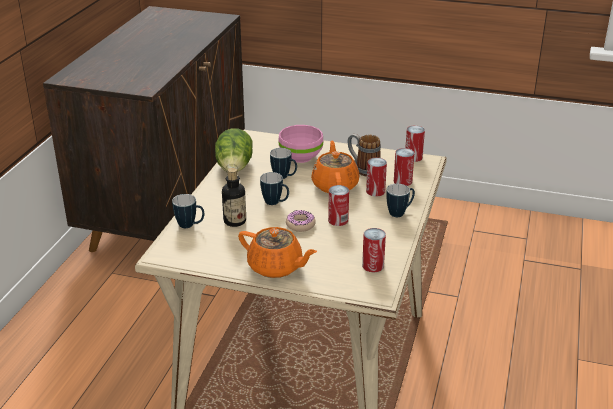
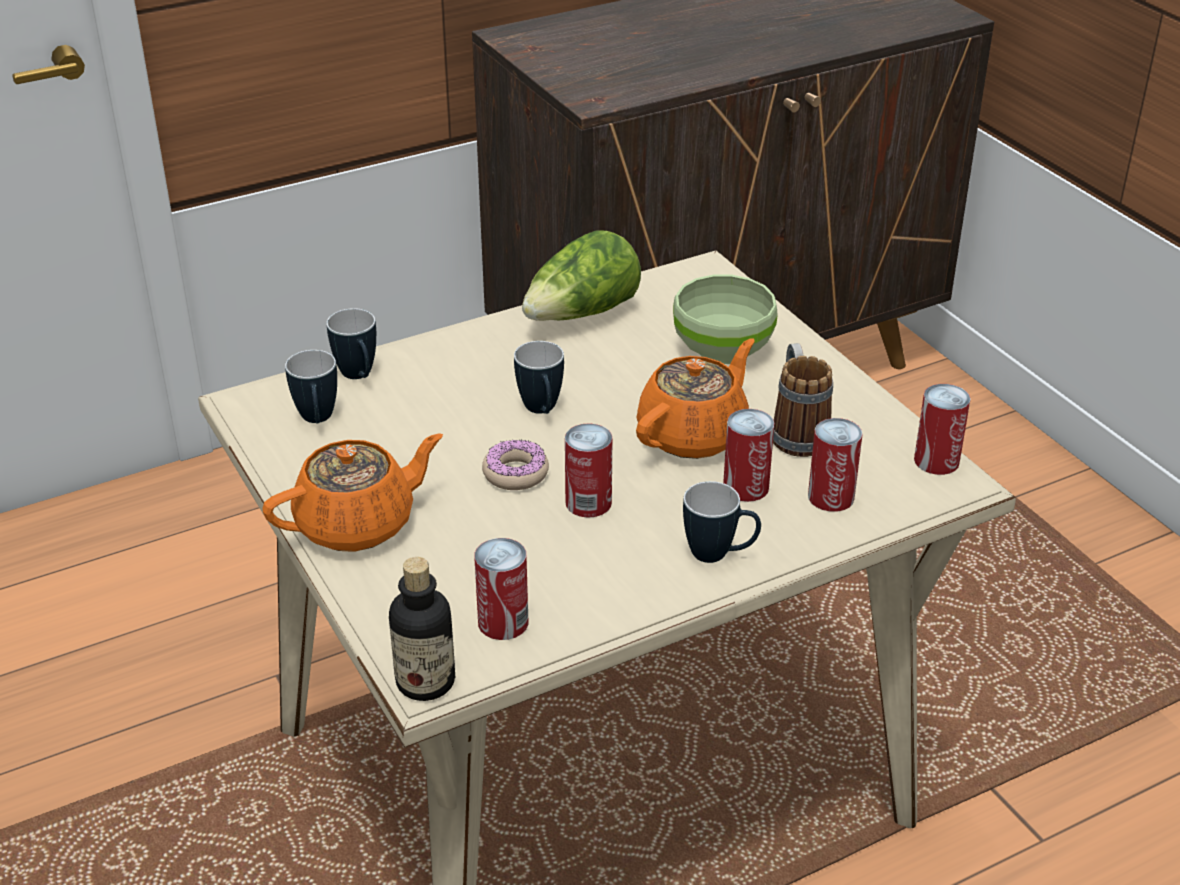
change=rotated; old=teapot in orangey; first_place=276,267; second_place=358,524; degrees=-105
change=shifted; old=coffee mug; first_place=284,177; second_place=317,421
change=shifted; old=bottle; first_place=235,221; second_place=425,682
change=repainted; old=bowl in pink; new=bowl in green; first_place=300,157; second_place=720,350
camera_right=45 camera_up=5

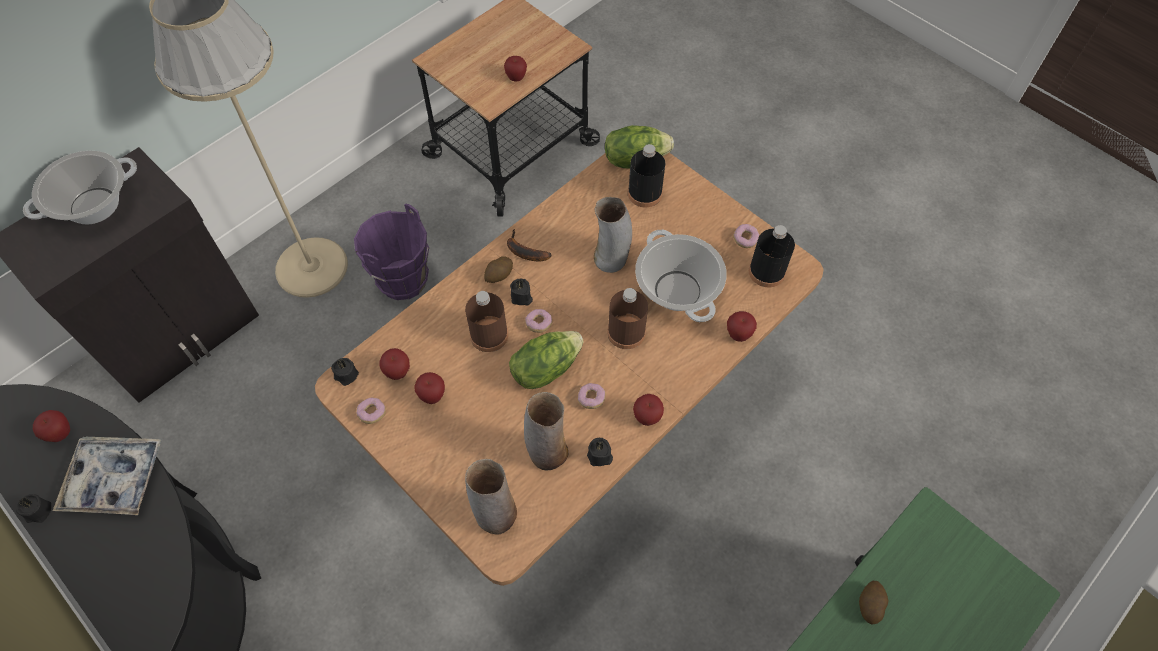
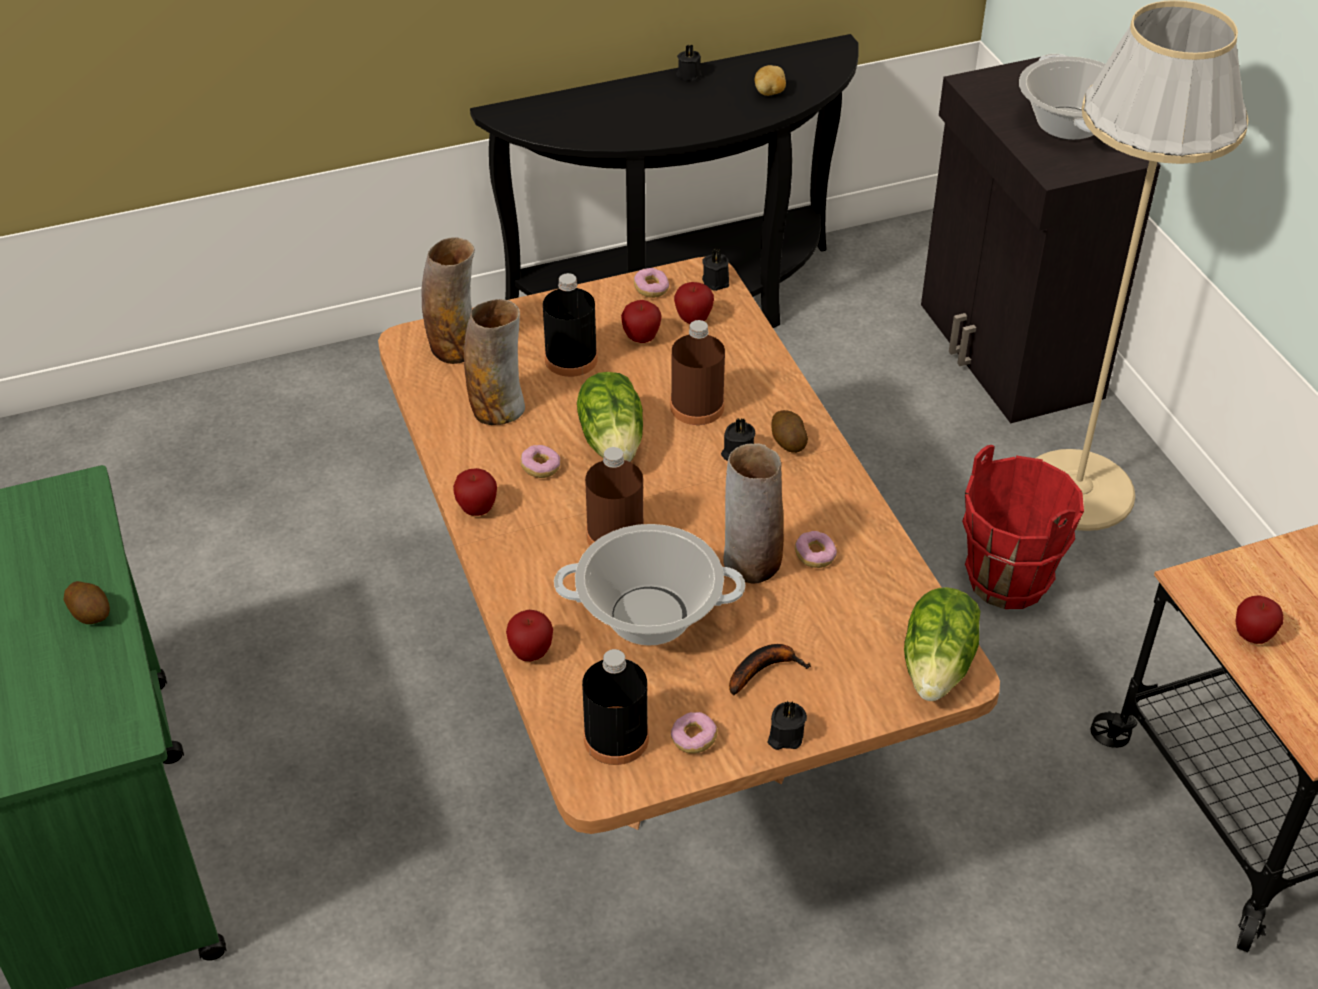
change=shifted; old=bottle in blackish; first_place=644,193; second_place=571,359
change=shifted; old=whole banana; first_place=524,251; second_place=764,669
change=swapped; old=apple; new=whole potato; first_place=61,434; second_place=770,93
change=shifted; old=wax light in blackish; first_place=600,457; second_place=784,736
change=shifted; old=donut; first_place=539,324; second_place=815,556
change=repainted; old=water bucket in purplish; new=water bucket in reddish; first_place=402,281; second_place=1008,580
change=gone; old=serving tray; first_place=114,479
camera_right=115 camera_up=-15

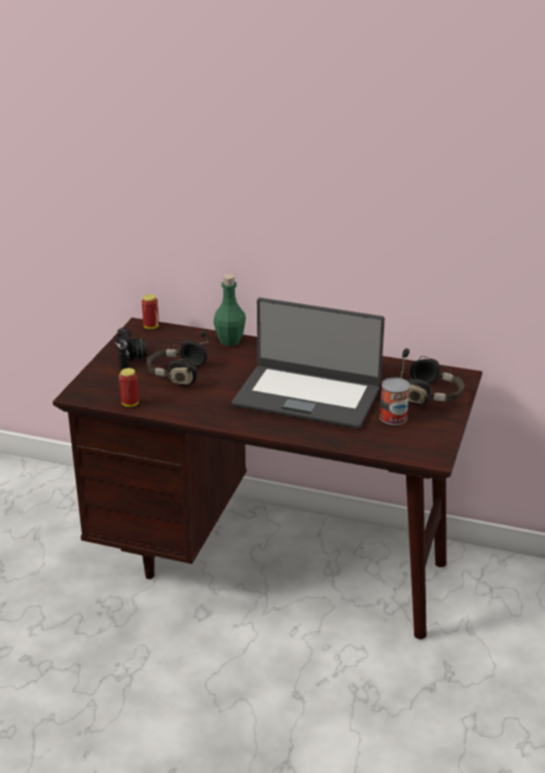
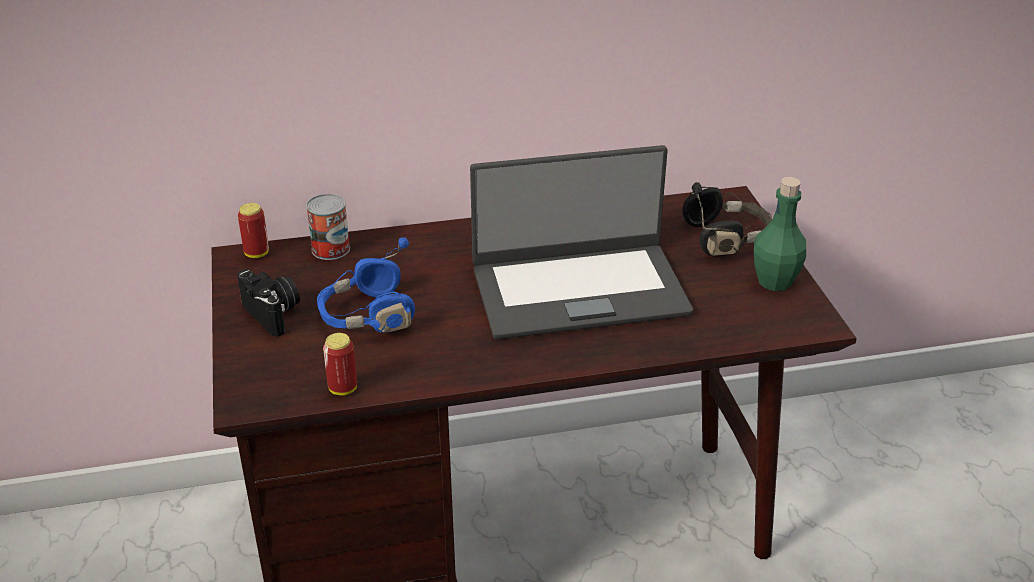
change=shifted; old=can; first_place=393,417; second_place=331,249
change=repainted; old=headset in blackish; new=headset in bluish; first_place=177,374; second_place=367,316
change=shifted; old=bottle in green; first_place=230,341; second_place=774,281
camera_right=-30 camera_up=5

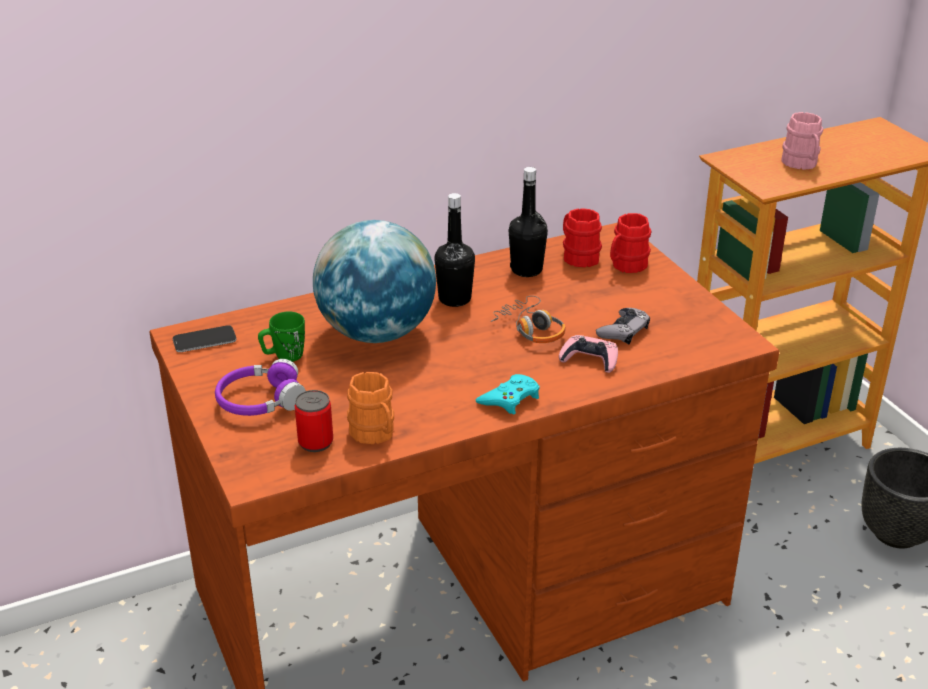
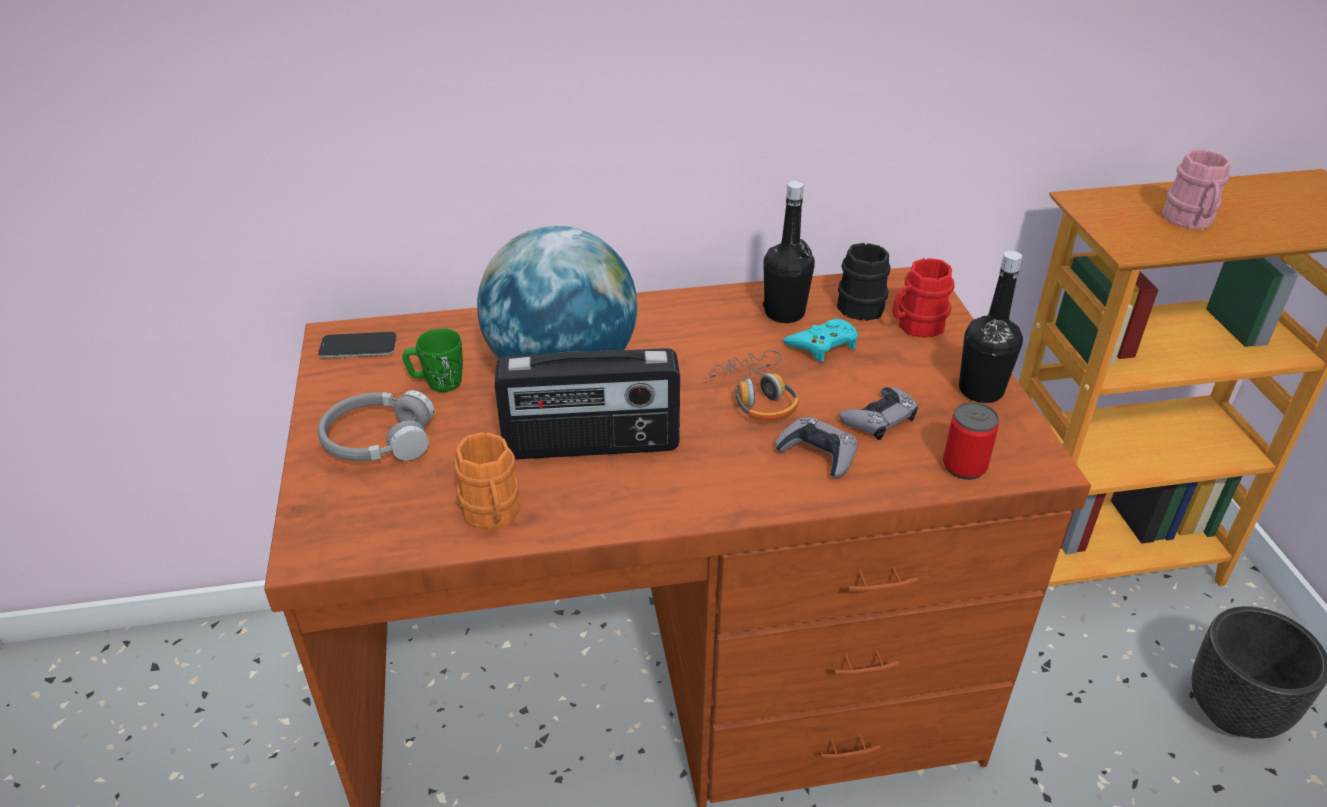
change=repainted; old=headset in purplish; new=headset in gray; first_place=260,401; second_place=378,440
change=new; new=radio set; second_place=591,445
change=repainted; old=gamepad in pink; new=gamepad in gray; first_place=589,359; second_place=818,453
change=shifted; old=gamepad in blue-green; first_place=510,399; second_place=823,345
change=repainted; old=coffee mug in reddish; new=coffee mug in blackish; first_place=577,256; second_place=857,303
change=shifted; old=can; first_place=315,442; second_place=964,466
change=shifted; old=bottle in blackish; first_place=454,299; second_place=980,390
camera_right=15 camera_up=5

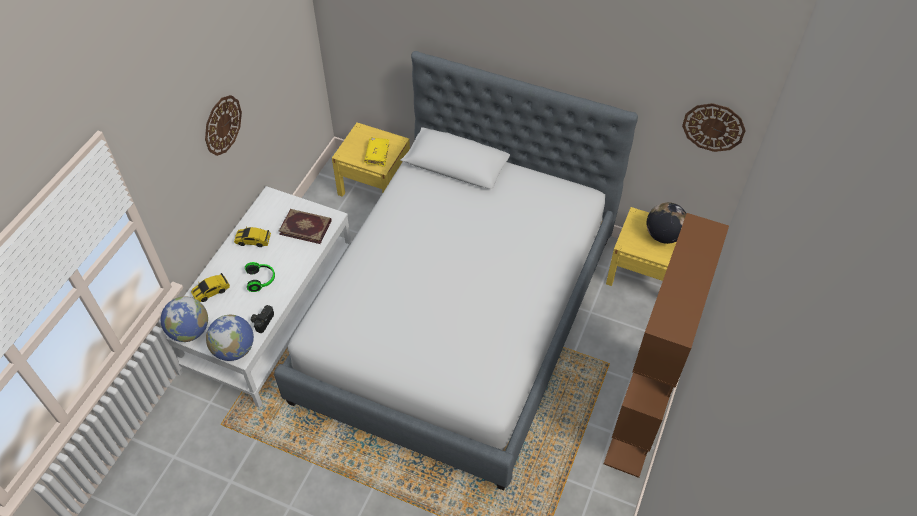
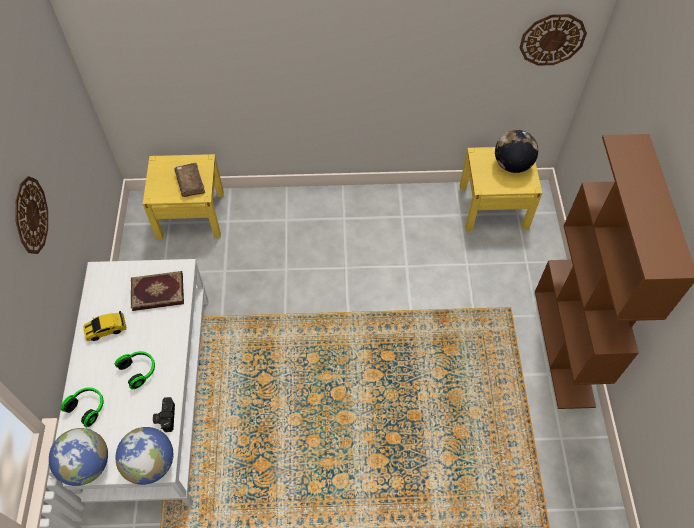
change=swapped; old=model car; new=headset; first_place=211,291; second_place=88,407
change=repainted; old=book in yellow-coloured; new=book in brownish; first_place=377,154; second_place=190,183
change=gone; old=bed; first_place=458,317
camera_right=-25 camera_up=5

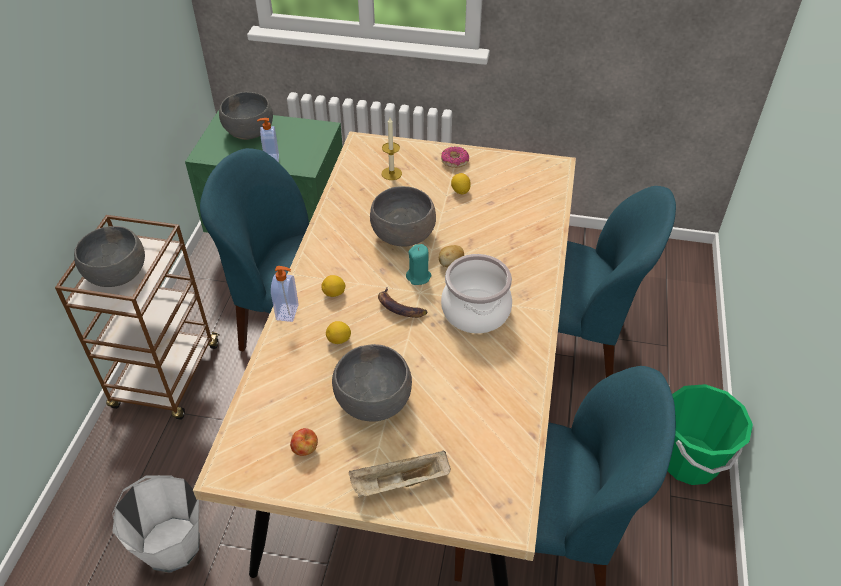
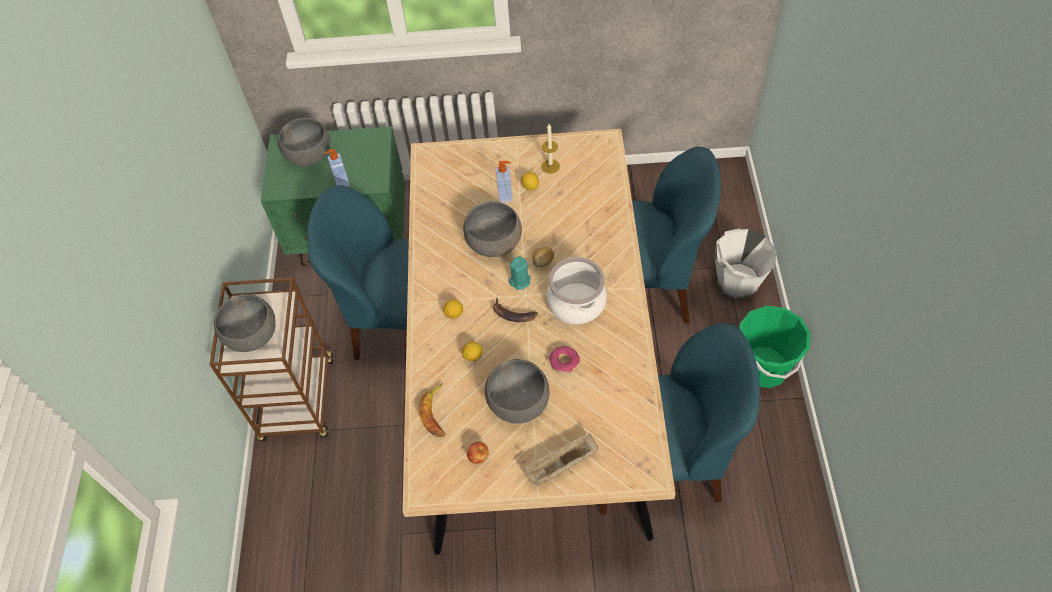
change=new; new=whole banana; second_place=436,413
change=shifted; old=soap bottle; first_place=288,312; second_place=506,195
change=shifted; old=wax light; first_place=391,173; second_place=550,166
change=shifted; old=donut; first_place=454,161; second_place=564,362
change=shifted; old=water bucket in white-coloured; first_place=171,545; second_place=737,281
camera_right=-10 camera_up=10

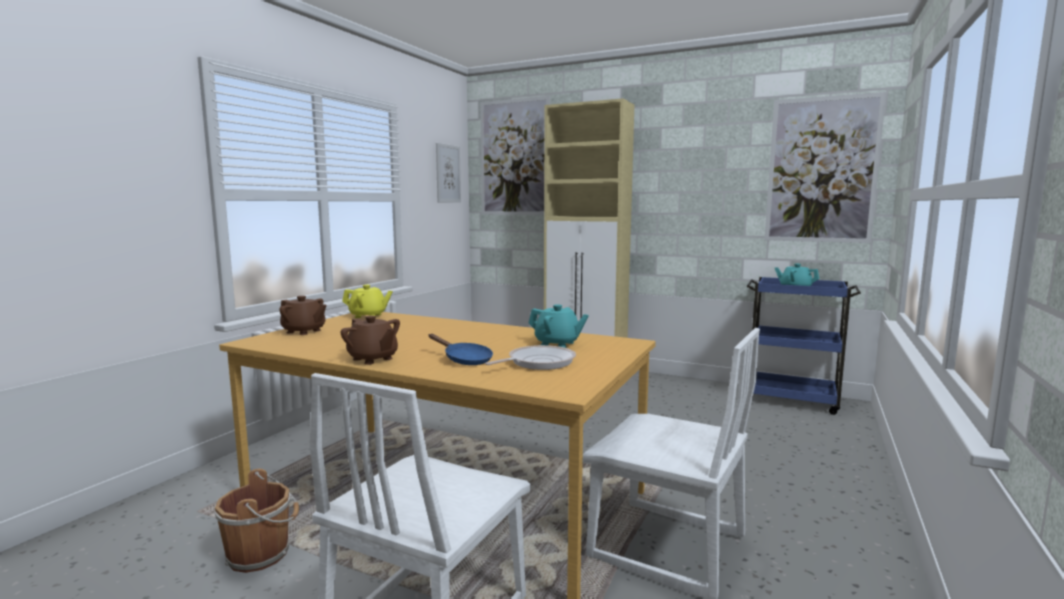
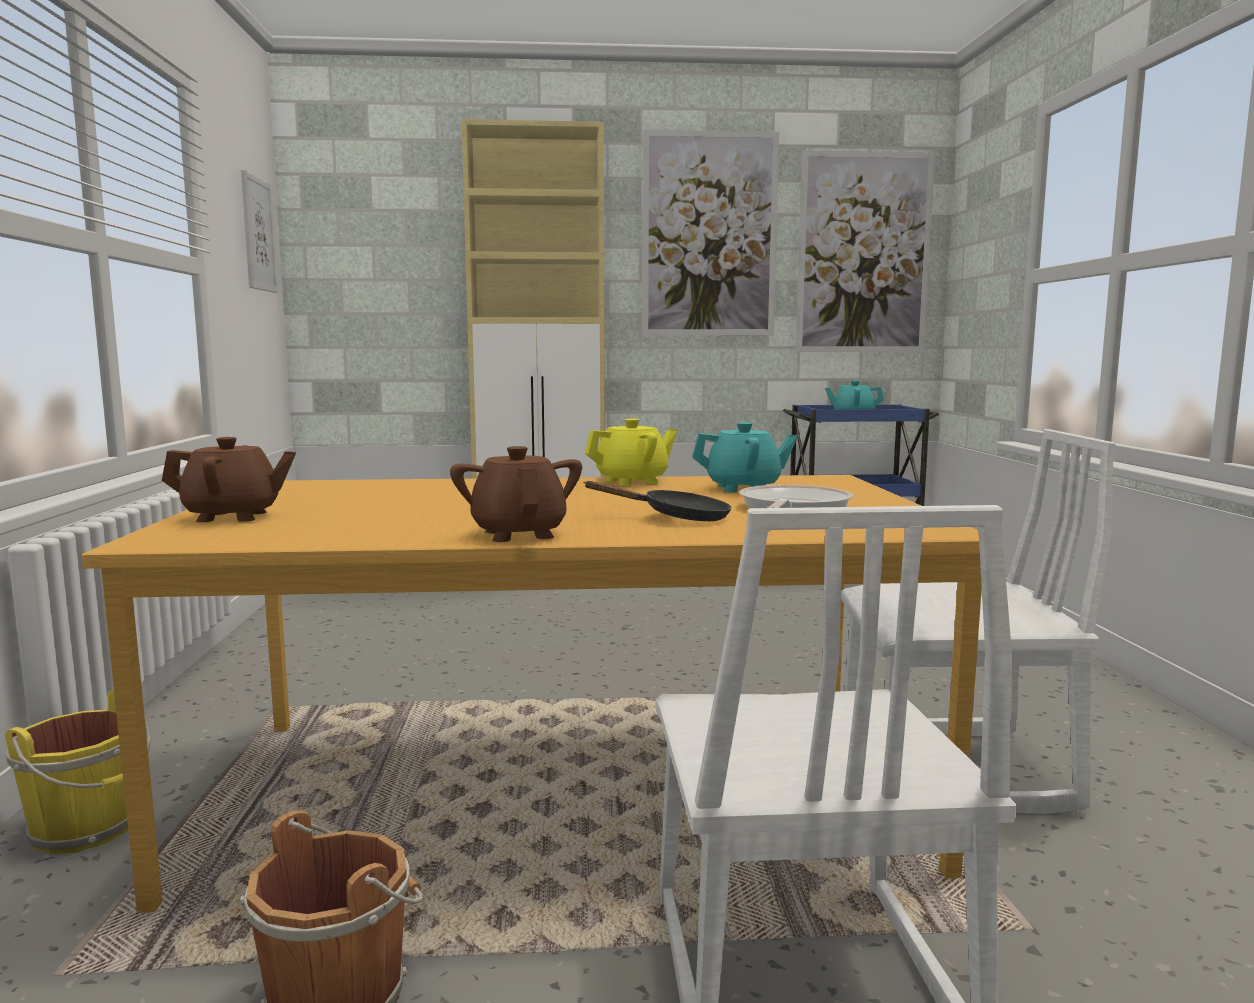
change=new; new=water bucket in yellow-coloured; second_place=89,829
change=rotated; old=teapot in brownish; first_place=372,359; second_place=519,534; degrees=-120
change=repainted; old=frying pan in bluish; new=frying pan in blackish; first_place=464,360; second_place=677,517
change=shifted; old=teapot in yellow-coloured; first_place=368,316; second_place=632,481
change=shifted; old=wall picture; first_place=514,158; second_place=709,235
camera_right=-30 camera_up=0

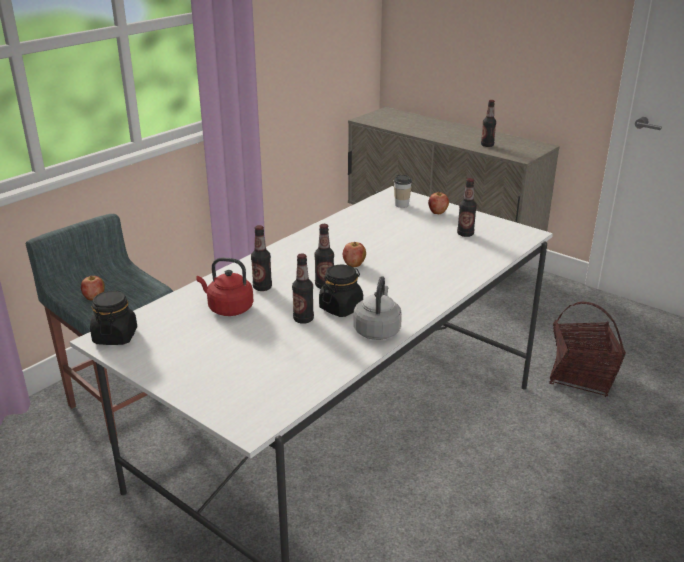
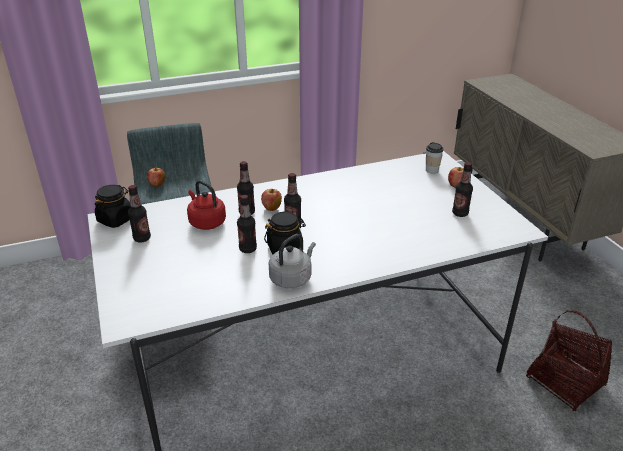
change=shifted; old=bottle; first_place=487,145; second_place=142,238
change=shifted; old=apple; first_place=354,265; second_place=271,208
camera_right=30 camera_up=5

